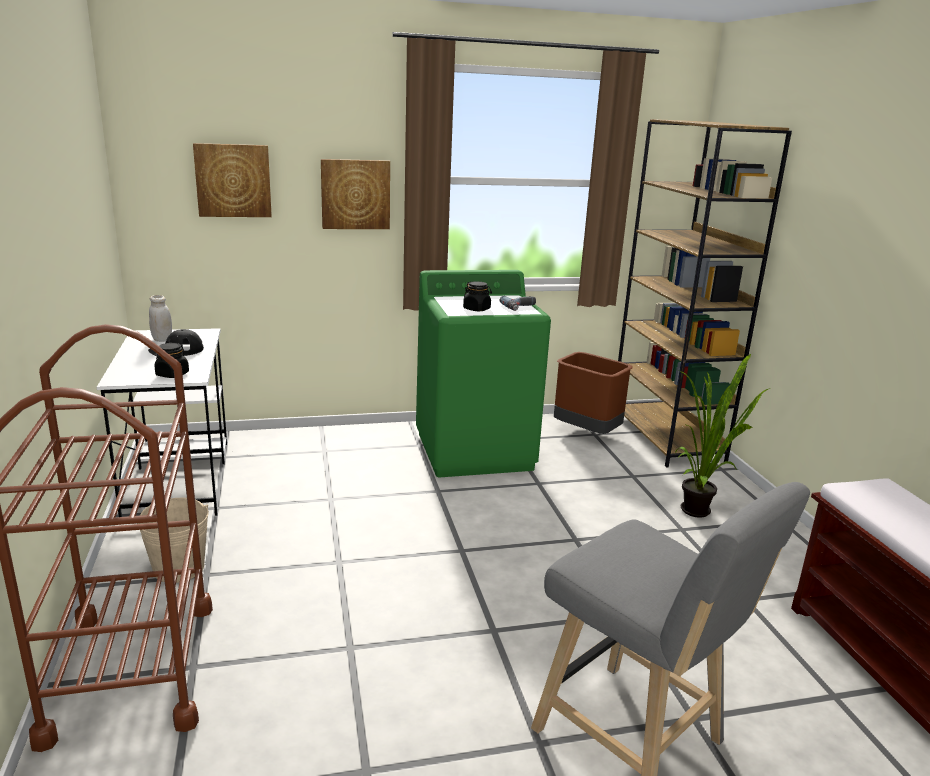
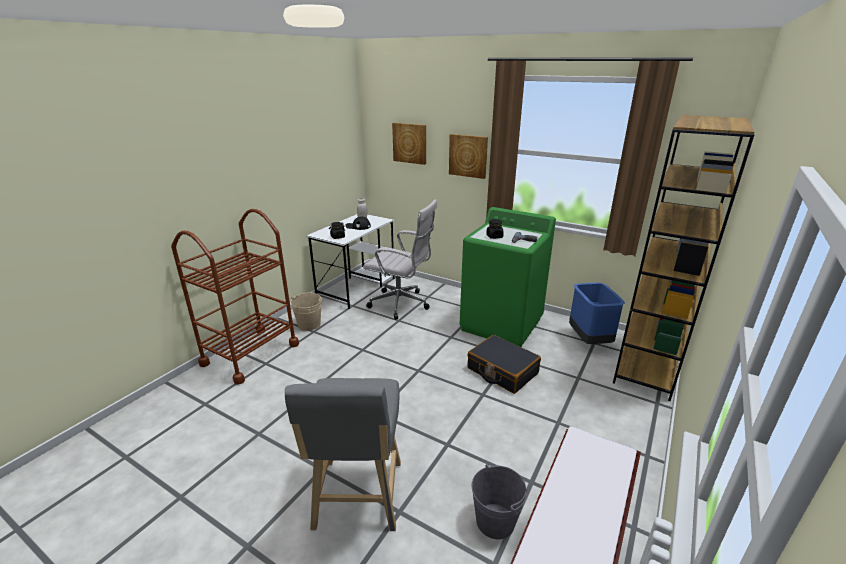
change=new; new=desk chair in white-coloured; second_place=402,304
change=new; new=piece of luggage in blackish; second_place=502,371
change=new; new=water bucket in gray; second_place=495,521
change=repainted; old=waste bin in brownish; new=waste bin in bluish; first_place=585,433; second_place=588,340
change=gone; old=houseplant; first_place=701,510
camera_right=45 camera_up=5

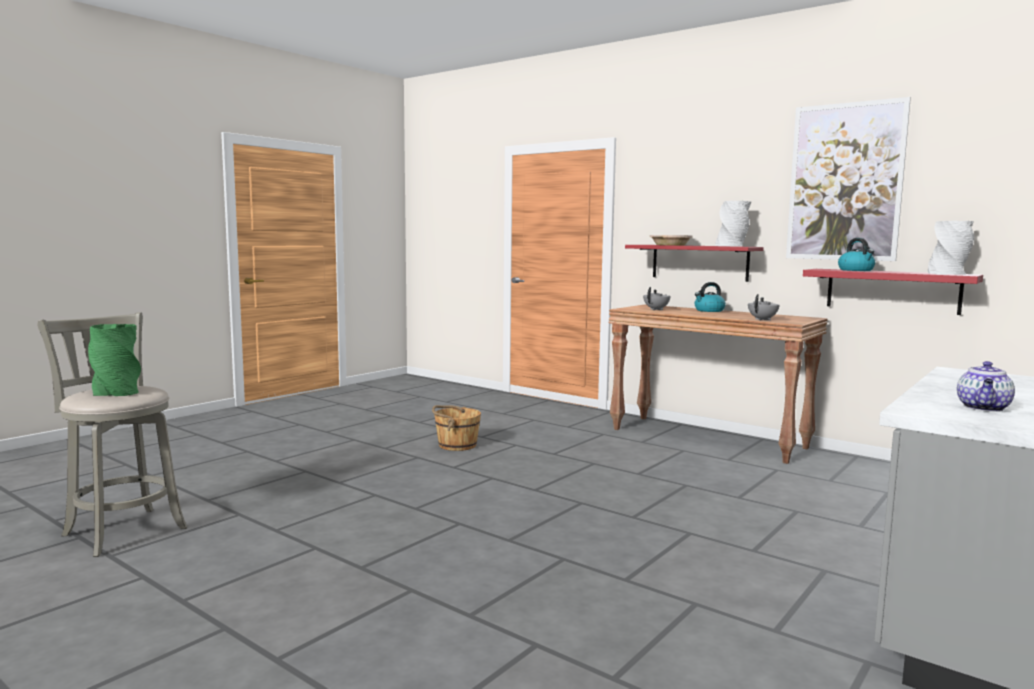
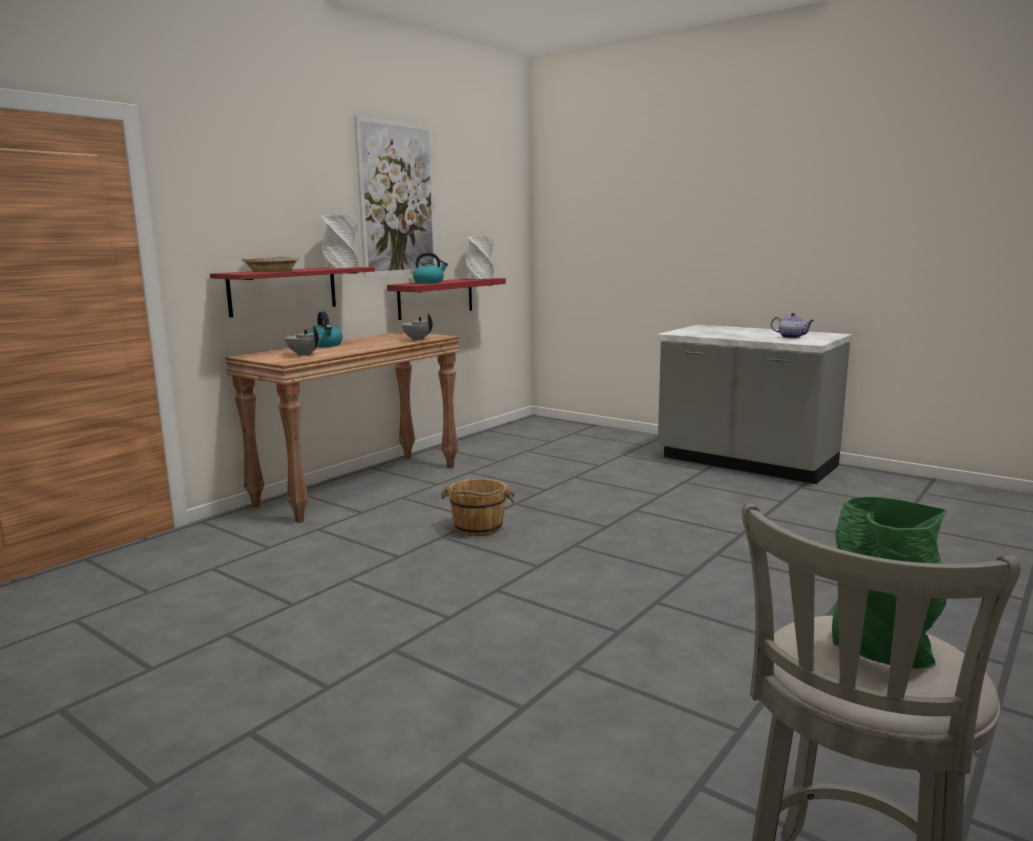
change=shifted; old=water bucket in brownish; first_place=456,445; second_place=478,527
camera_right=-90 camera_up=5

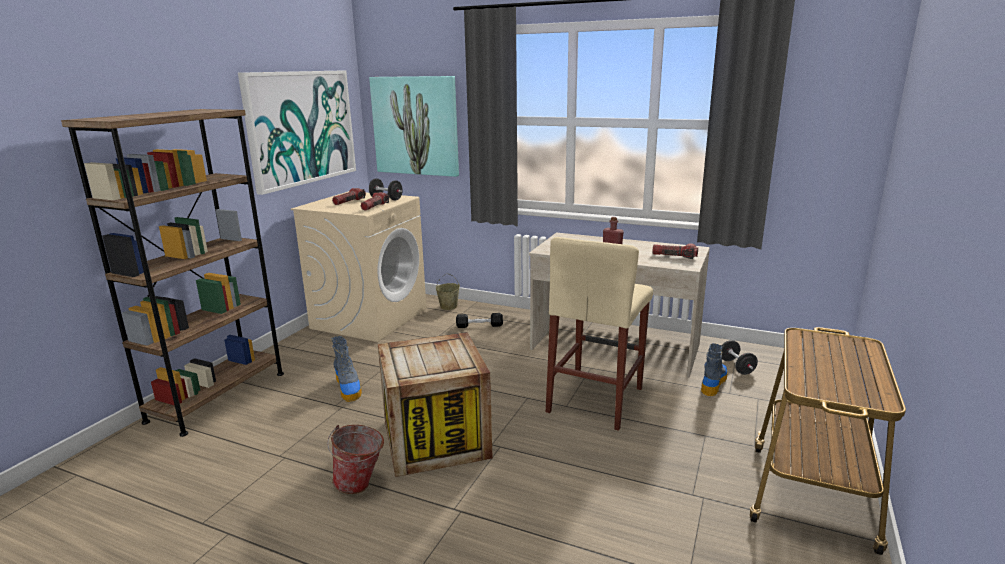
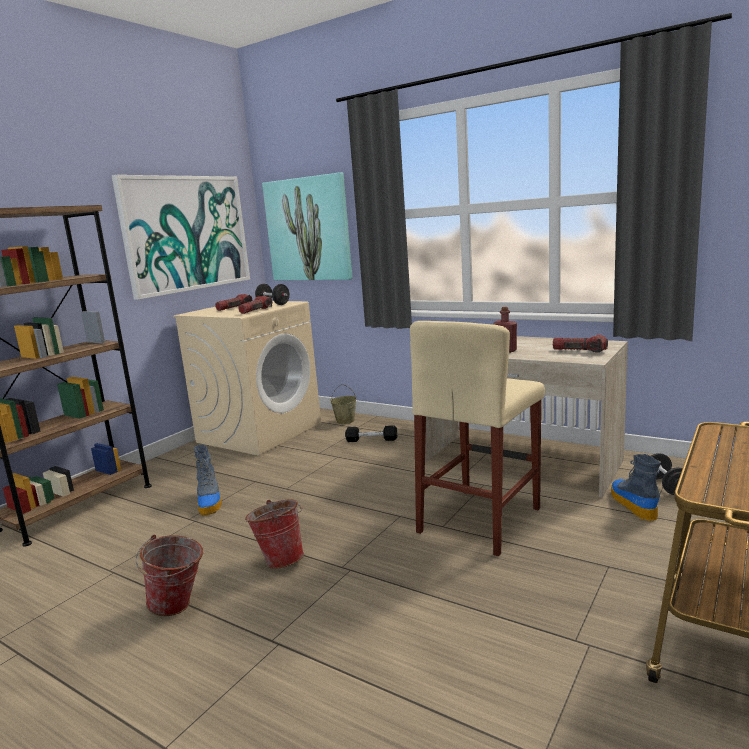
change=swapped; old=crate; new=water bucket; first_place=436,439; second_place=281,559
change=rotated; old=high-top boot; first_place=713,383; second_place=632,504; degrees=-45
camera_right=10 camera_up=-5

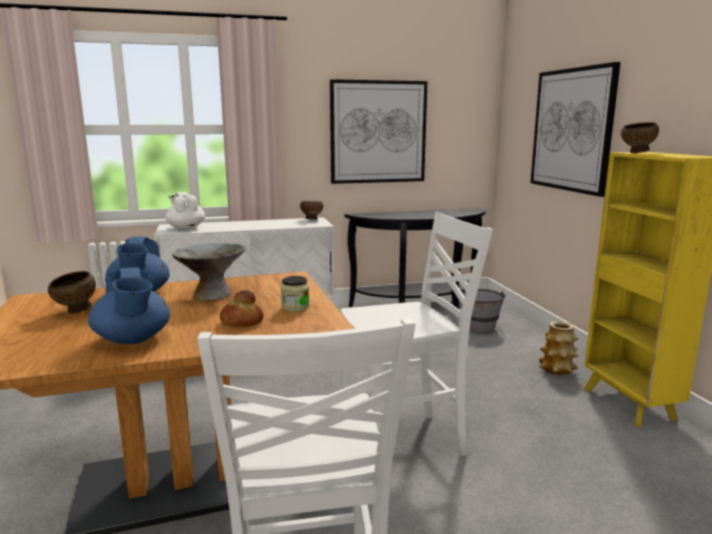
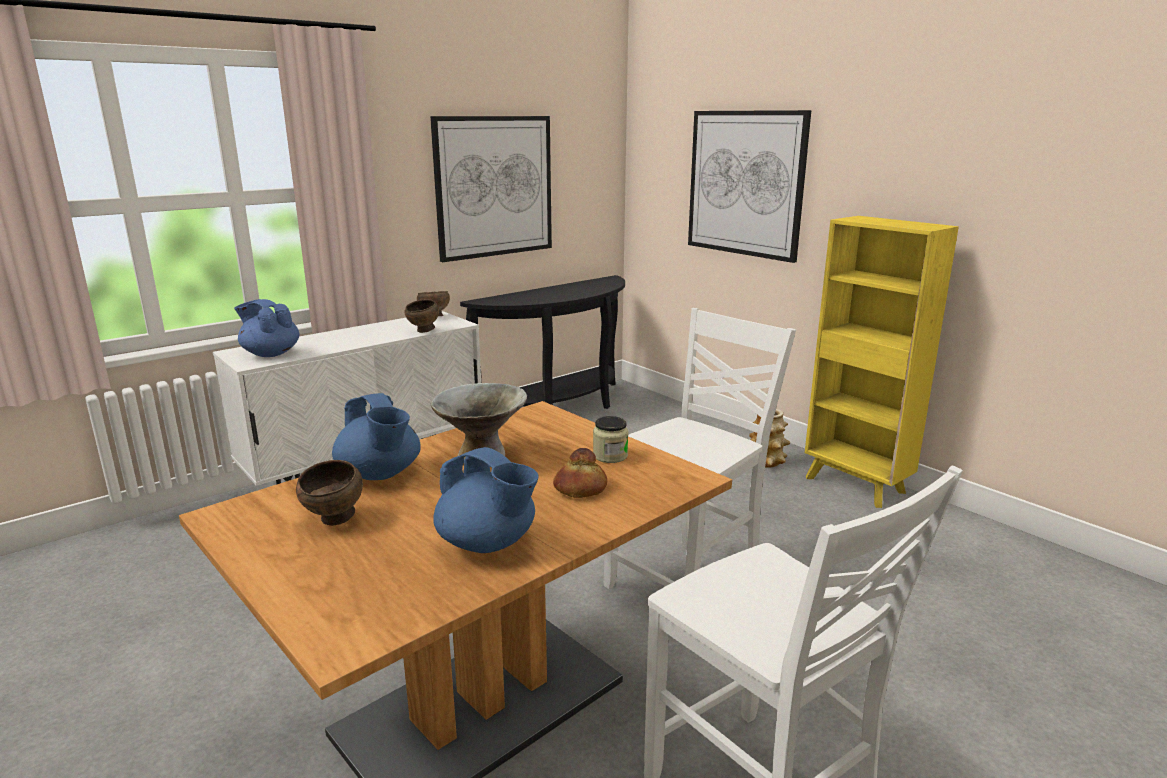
change=repainted; old=teapot in white-coloured; new=teapot in bluish; first_place=185,228; second_place=270,354
change=shifted; old=bowl in brownish; first_place=637,153; second_place=424,331
change=gone; old=water bucket in gray; first_place=479,325
camera_right=-25 camera_up=5

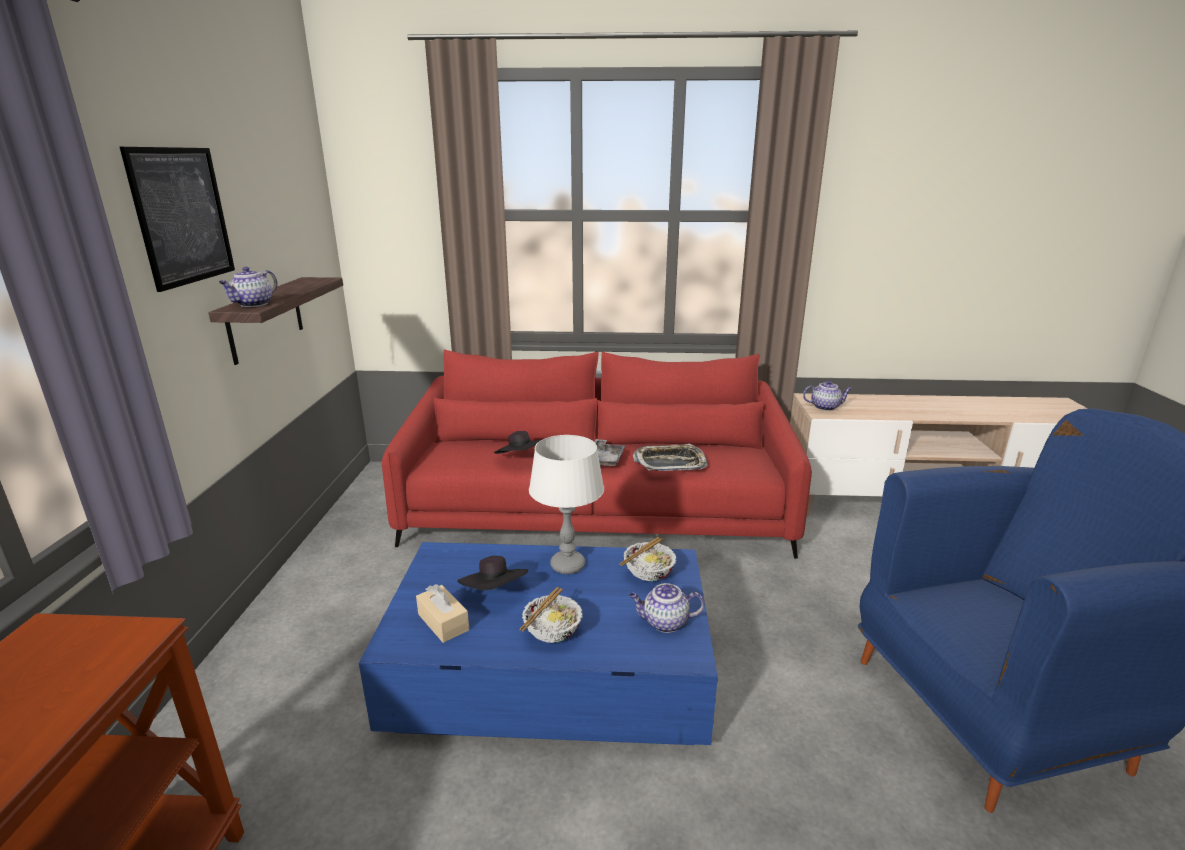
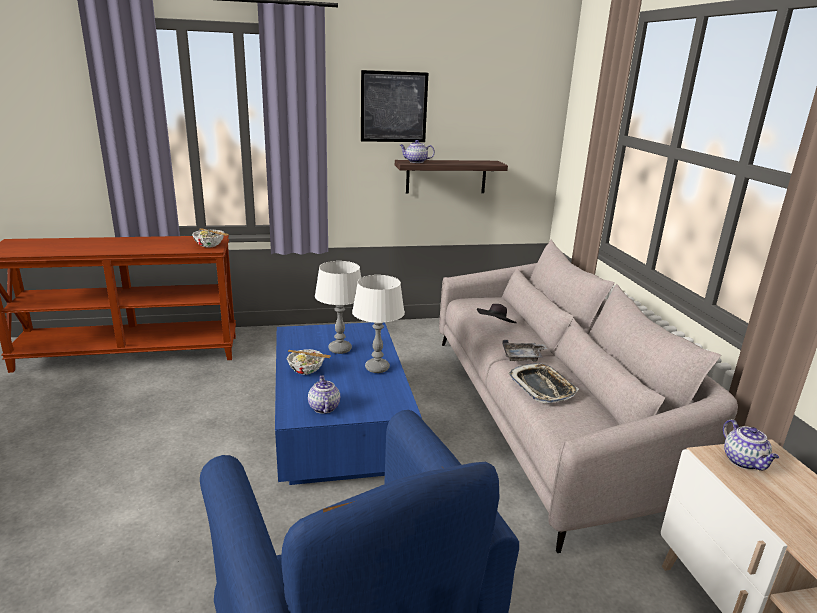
change=shifted; old=bowl; first_place=648,574; second_place=209,245
change=swapped; old=clothing hat in blackish; new=lamp for a table in white-coloured; first_place=495,592; second_place=340,349
change=repainted; old=sofa in reddish; new=sofa in gray; first_place=597,514; second_place=544,416
change=gone; old=box of tissues in beige-coloured; first_place=443,622
camera_right=75 camera_up=0

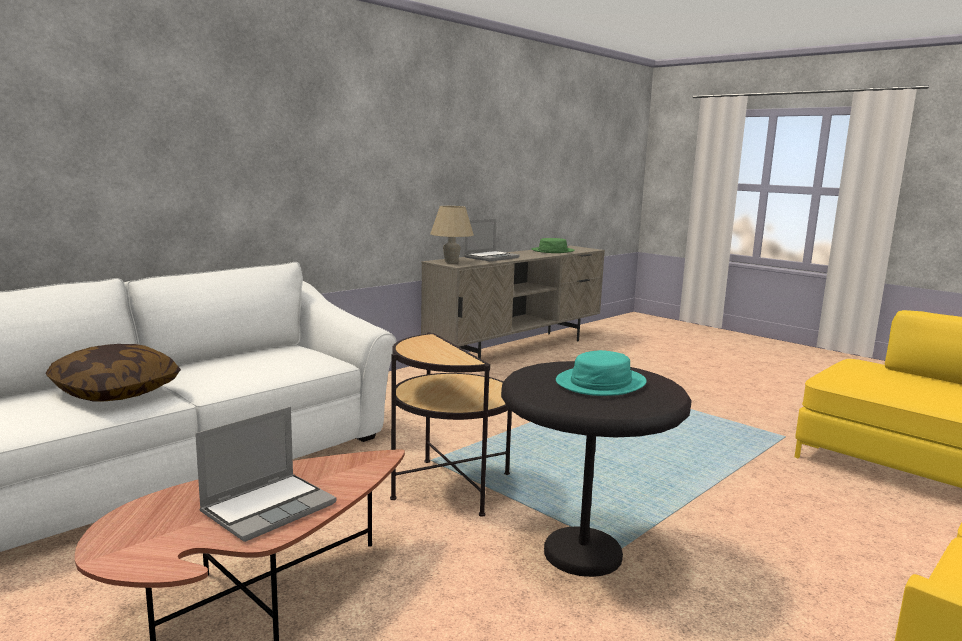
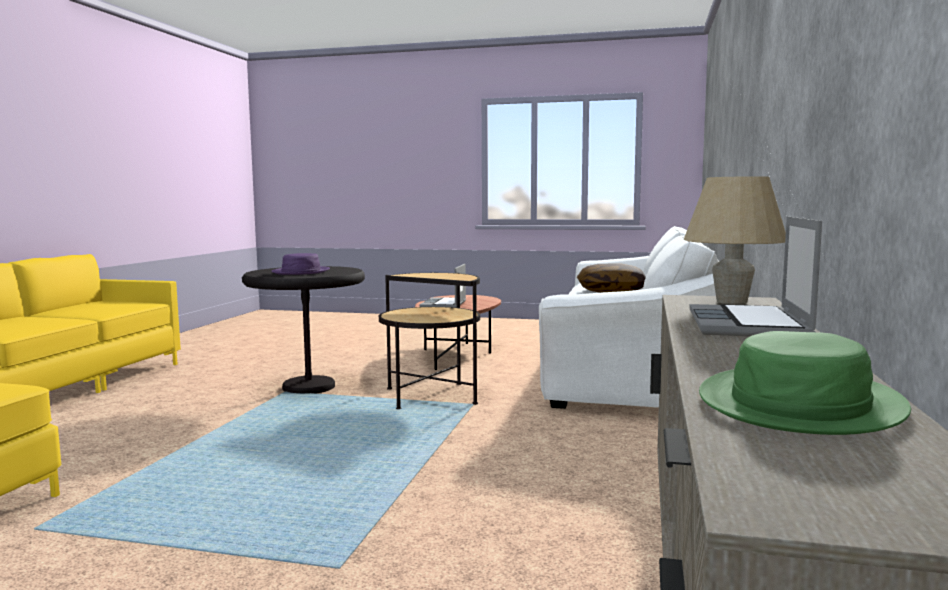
change=repainted; old=clothing hat in blue-green; new=clothing hat in purplish; first_place=601,383; second_place=301,272
camera_right=150 camera_up=-5

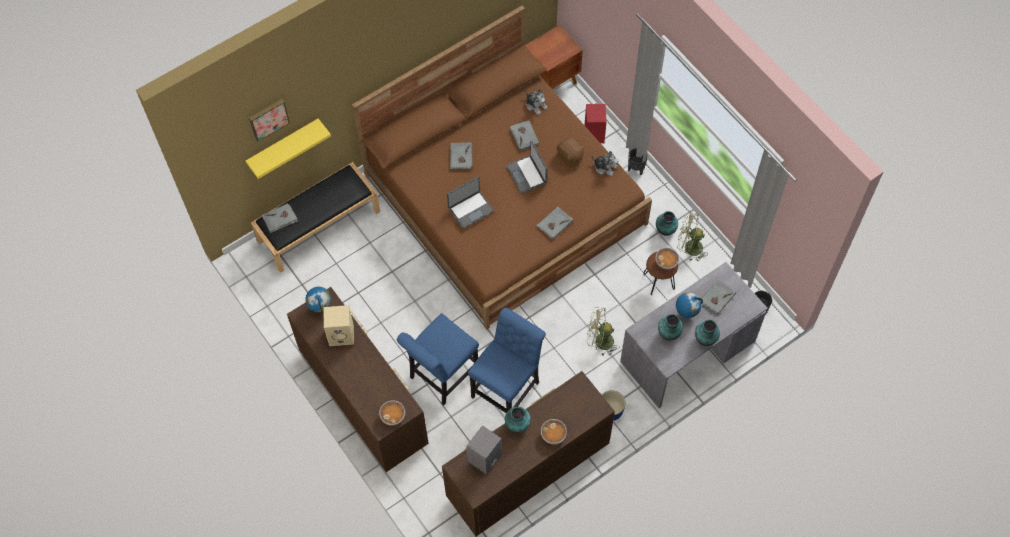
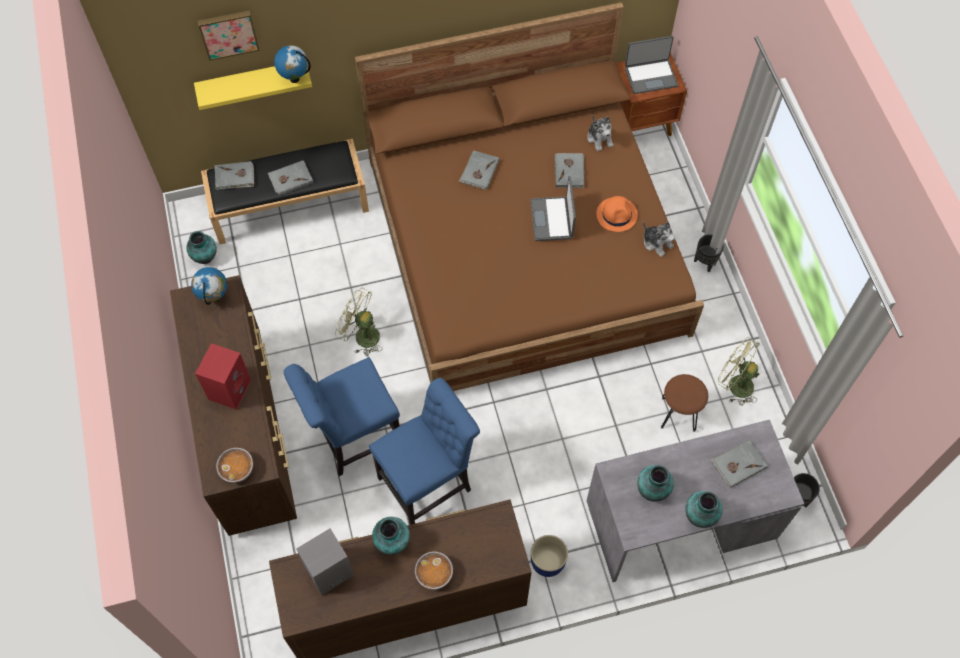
change=shifted; old=vase; first_place=665,231; second_place=205,258
change=shifted; old=speaker in reddish; first_place=593,133; second_place=229,388
change=shifted; old=book in gray; first_place=554,223; second_place=290,178
change=shifted; old=globe; first_place=686,313; second_place=294,78
change=shifted; old=electric fan in green; first_place=599,342; second_place=361,335
change=swapped; old=soft toy in brownish; new=clothing hat in orangey; first_place=570,156; second_place=617,214
change=shifted; old=notebook computer; first_place=470,209; second_place=650,76
change=gone; old=speaker in beige-coloured; first_place=342,334
change=gone; old=bowl; first_place=666,262
camera_right=20 camera_up=0

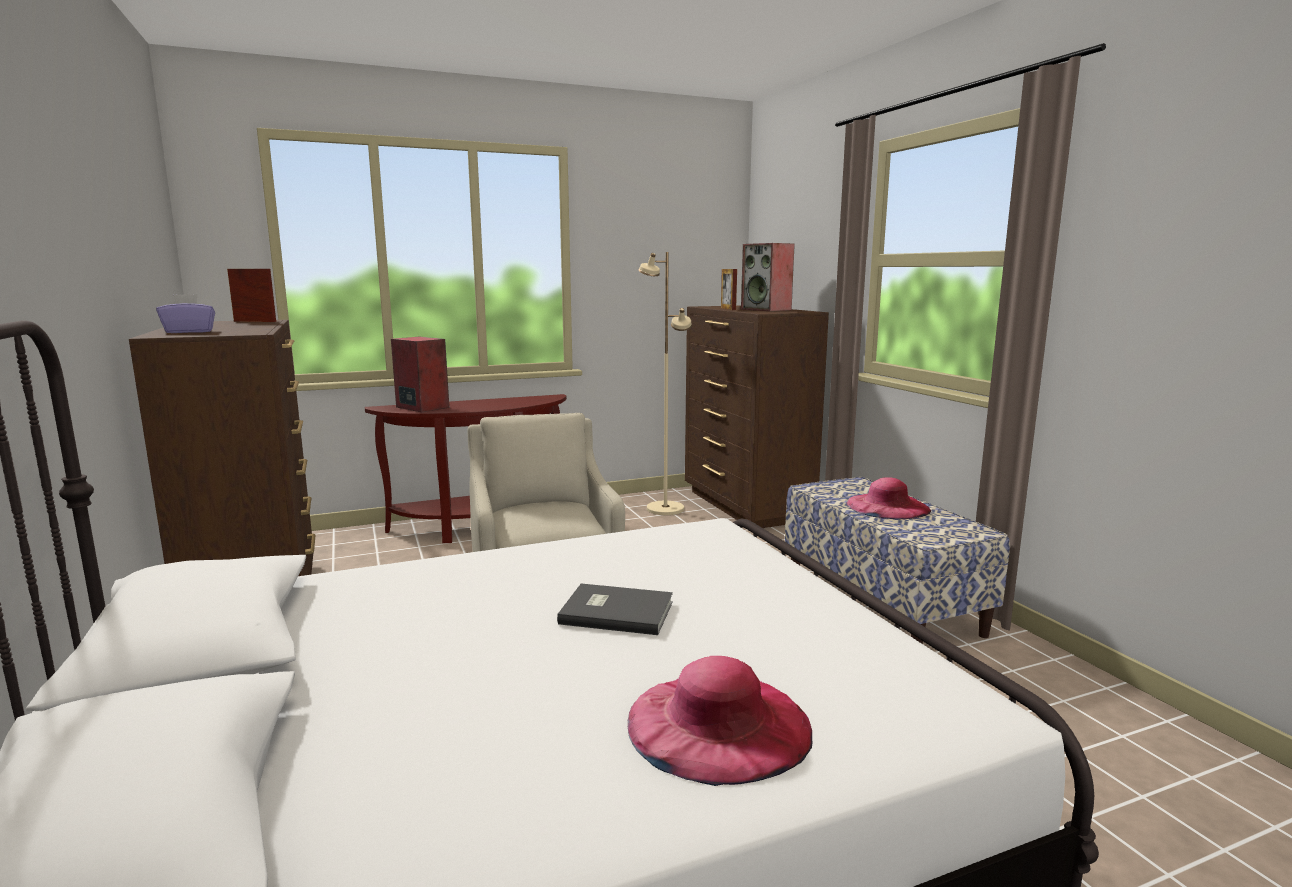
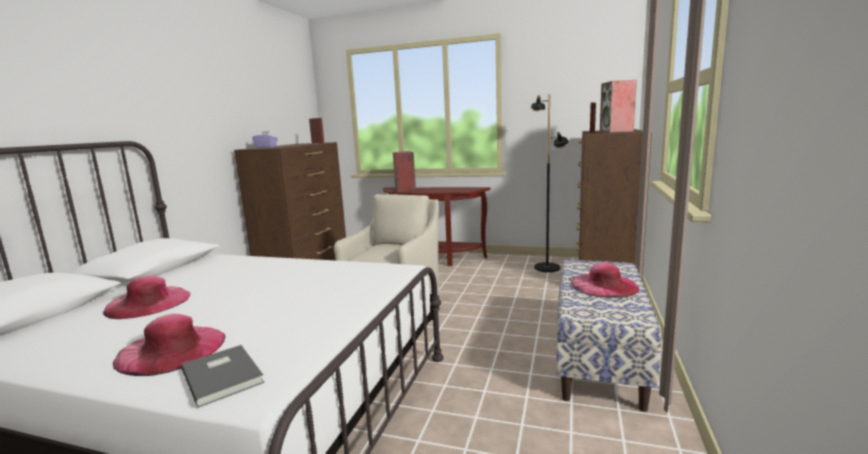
change=new; new=clothing hat in pink; second_place=148,302
change=shifted; old=book in gray; first_place=616,611; second_place=224,375
change=repainted; old=standing lamp in beige-coloured; new=standing lamp in blackish; first_place=664,509; second_place=547,268
camera_right=40 camera_up=0

